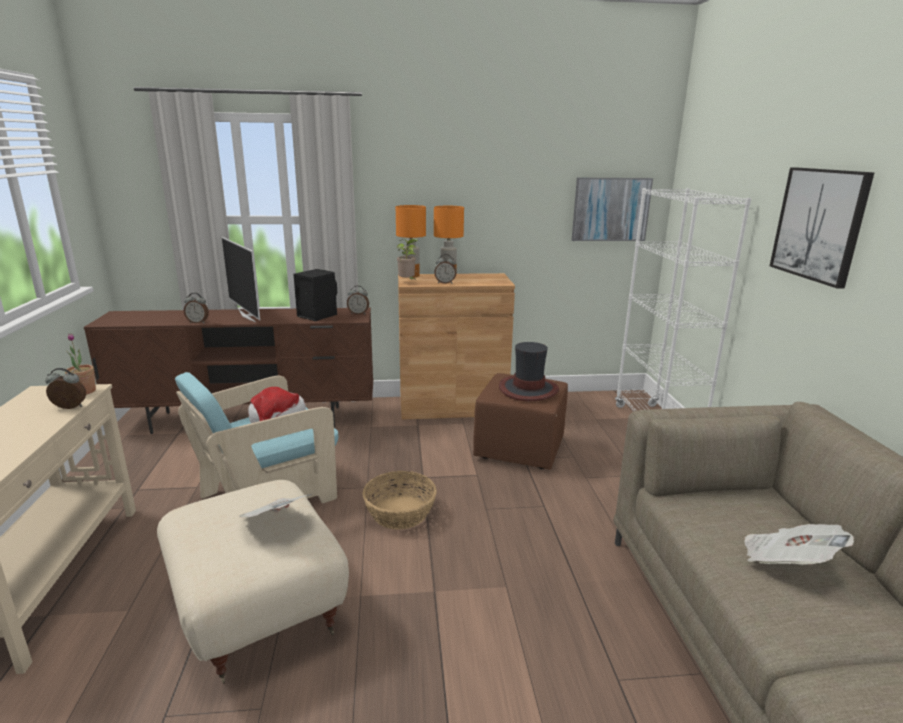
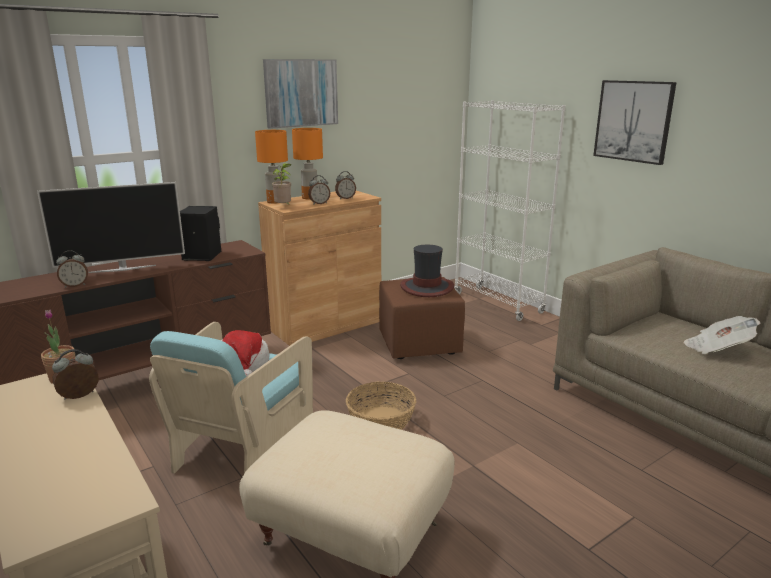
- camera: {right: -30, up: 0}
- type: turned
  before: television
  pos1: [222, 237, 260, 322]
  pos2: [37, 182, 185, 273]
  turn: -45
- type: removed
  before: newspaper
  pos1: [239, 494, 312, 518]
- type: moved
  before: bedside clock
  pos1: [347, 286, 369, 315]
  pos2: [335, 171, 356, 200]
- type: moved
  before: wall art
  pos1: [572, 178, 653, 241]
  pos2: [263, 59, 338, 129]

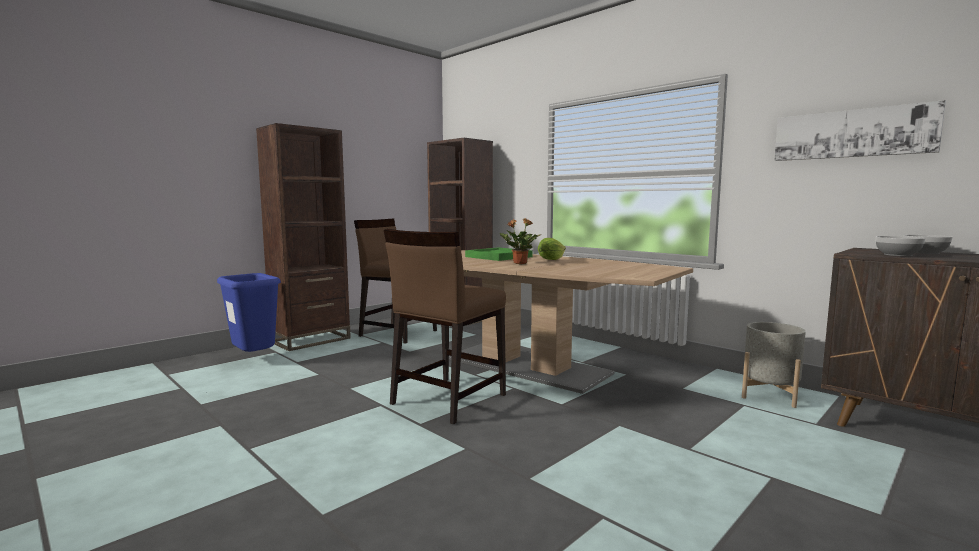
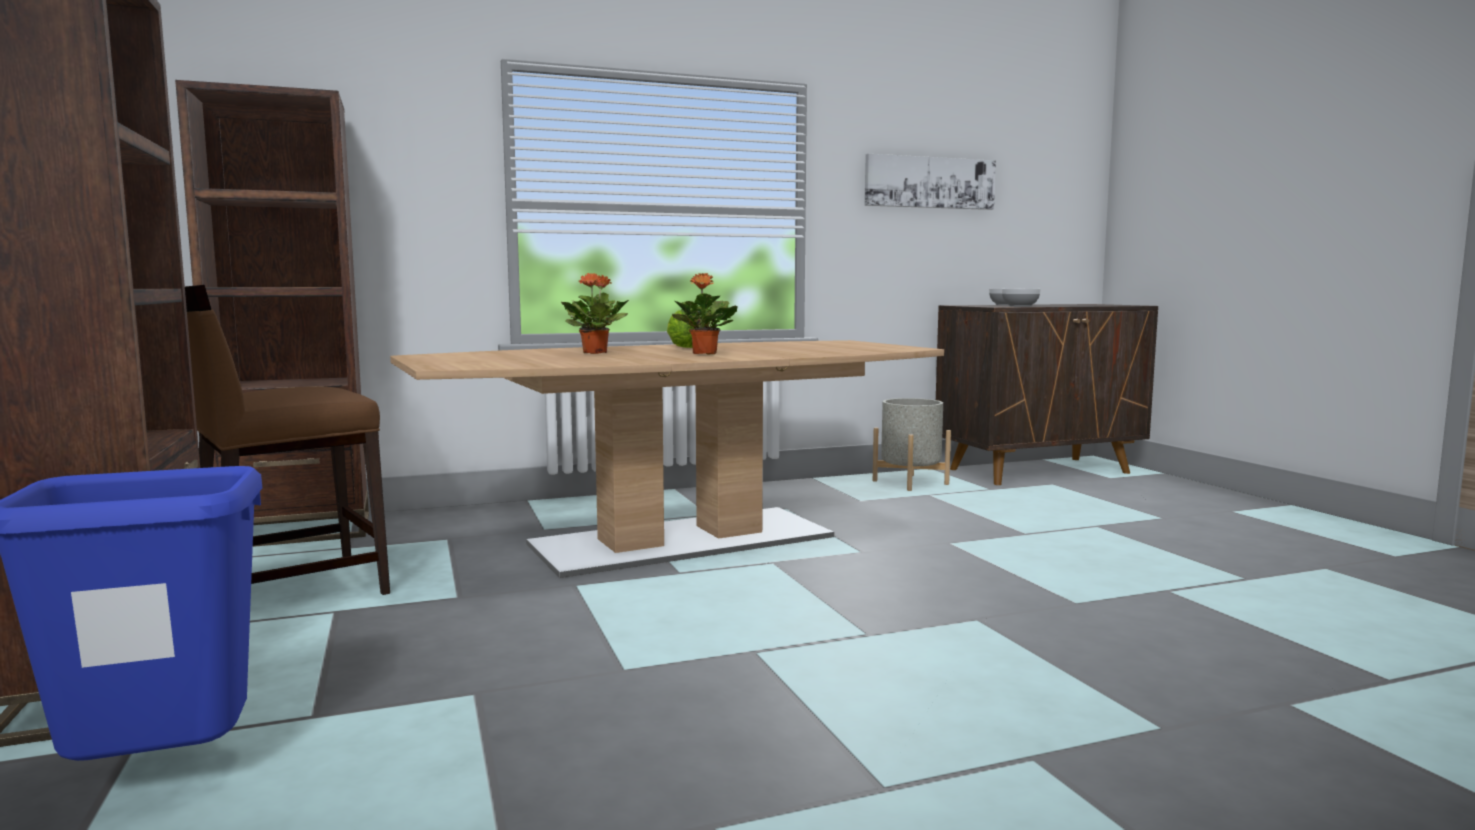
- camera: {right: -65, up: 0}
- type: removed
  before: plain chair/brownish
  pos1: [384, 229, 506, 425]
- type: replaced
  before: carrying tray/greenish
  after: houseplant
  pos1: [465, 247, 532, 261]
  pos2: [561, 273, 629, 354]

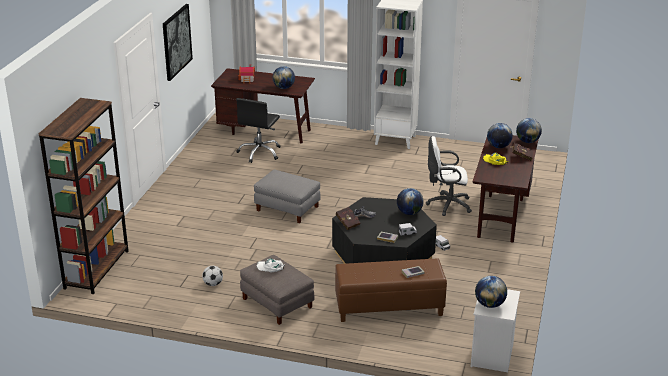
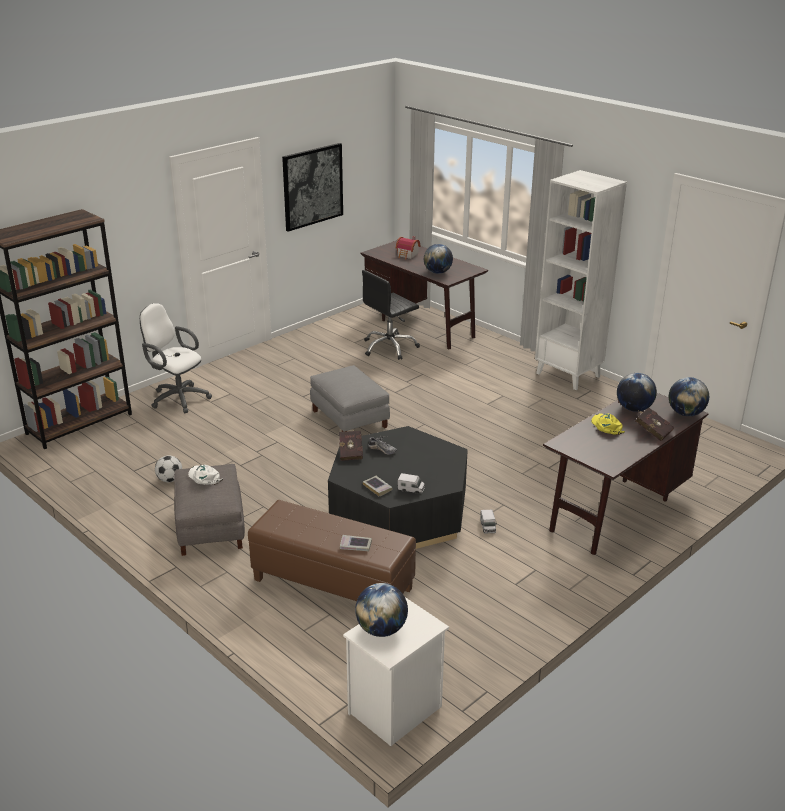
- camera: {right: 30, up: 0}
- type: removed
  before: desk globe
  pos1: [397, 188, 424, 215]
- type: moved
  before: desk chair/white
  pos1: [426, 136, 472, 216]
  pos2: [140, 303, 212, 413]

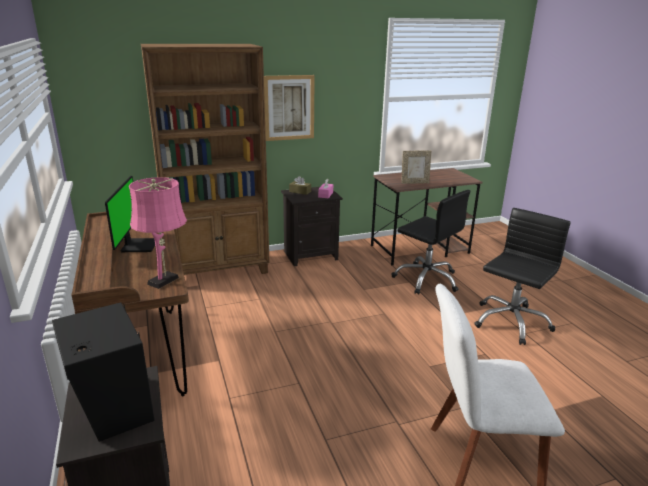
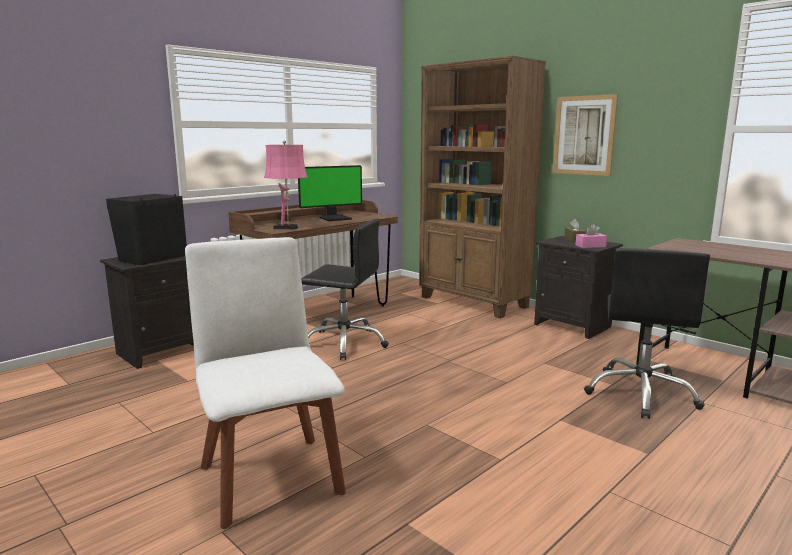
- camera: {right: 65, up: -10}
- type: removed
  before: photo frame
  pos1: [401, 150, 431, 184]
- type: moved
  before: desk chair/blackish
  pos1: [474, 208, 571, 345]
  pos2: [301, 218, 389, 360]

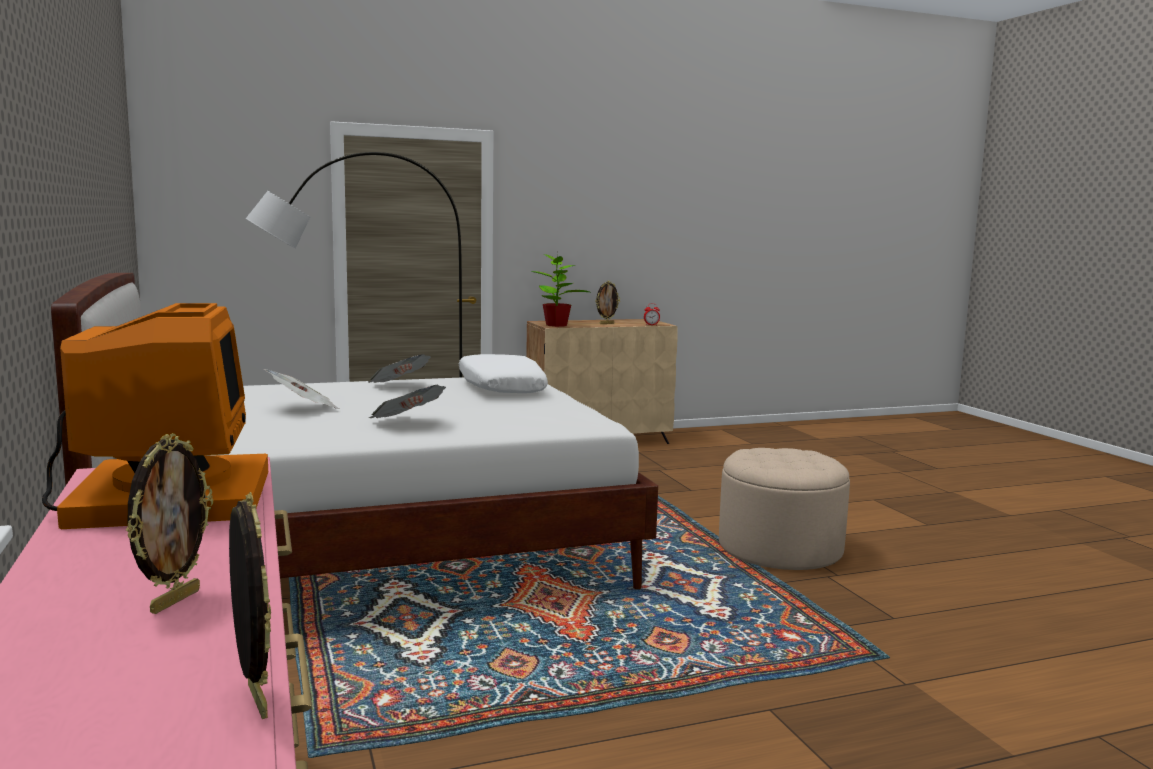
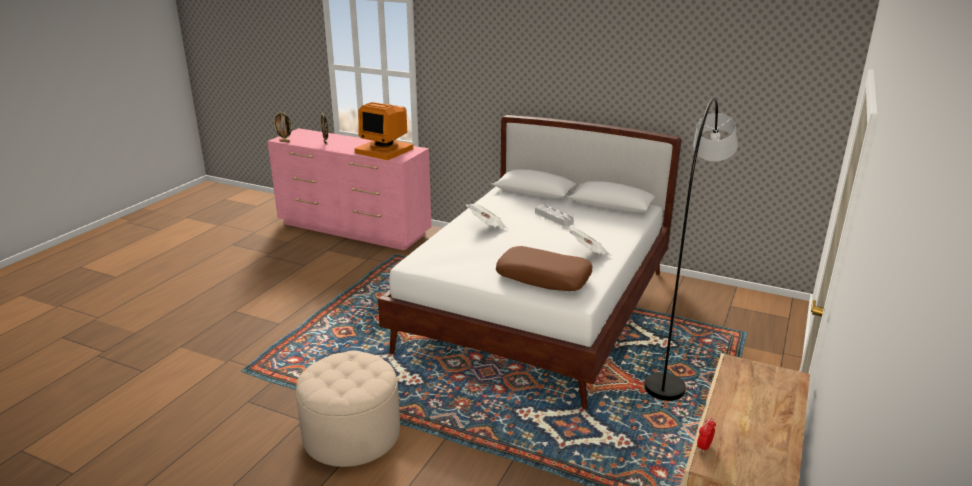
- camera: {right: 135, up: 15}
- type: replaced
  before: newspaper
  after: carrying tray/gray
  pos1: [264, 369, 340, 409]
  pos2: [535, 204, 574, 226]
- type: recoloured
  before: pillow/white
  after: pillow/brownish
  pos1: [458, 354, 548, 393]
  pos2: [496, 246, 592, 291]
- type: removed
  before: houseplant
  pos1: [530, 253, 589, 327]
- type: removed
  before: photo frame
  pos1: [596, 281, 620, 324]

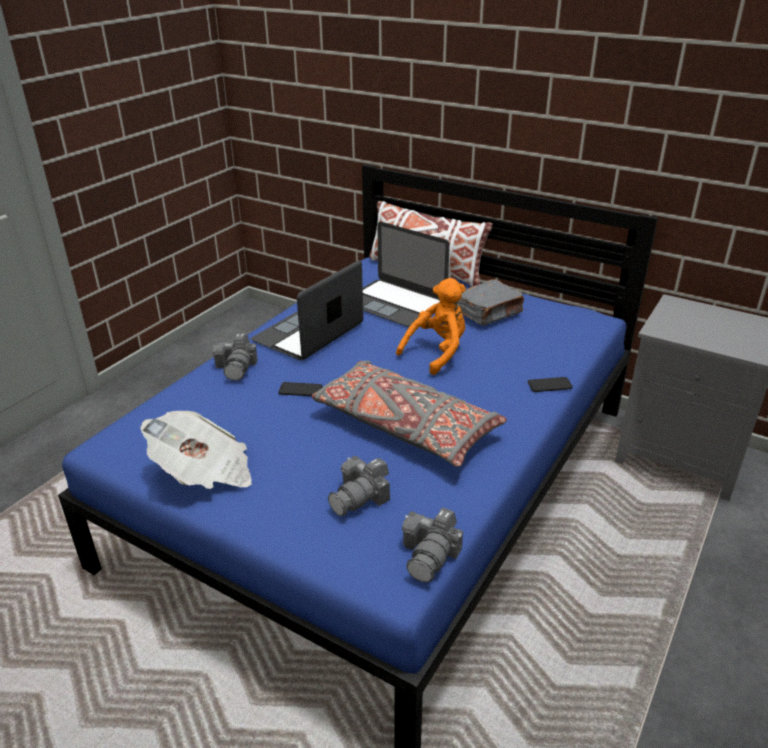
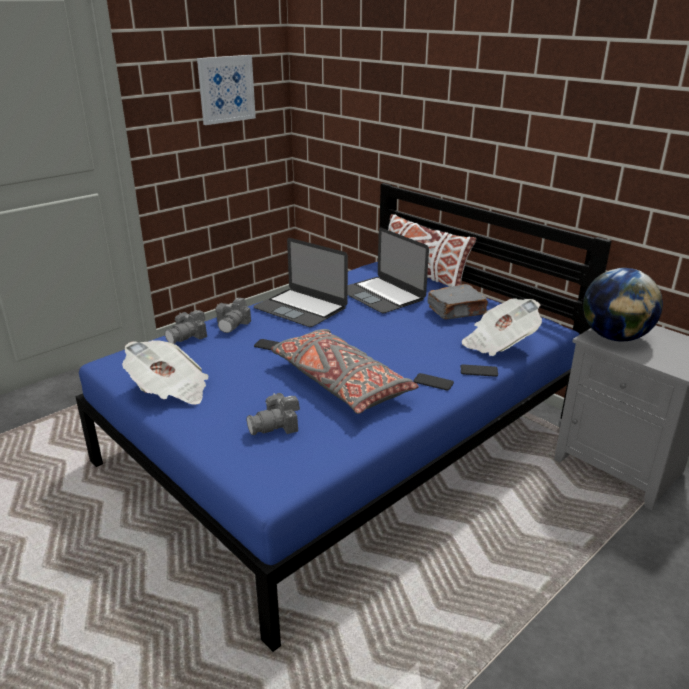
- camera: {right: 15, up: -5}
- type: turned
  before: portable computer
  pos1: [251, 260, 363, 360]
  pos2: [253, 238, 348, 327]
  turn: -105
- type: removed
  before: plush toy/orange-coloured
  pos1: [396, 278, 466, 375]
- type: moved
  before: photo camera
  pos1: [402, 508, 463, 583]
  pos2: [165, 310, 207, 344]
- type: added
  after: wall art
  pos2: [197, 55, 256, 125]
- type: added
  after: telephone
  pos2: [413, 373, 454, 390]
- type: added
  after: newspaper
  pos2: [462, 298, 542, 356]
- type: added
  after: desk globe
  pos2: [583, 268, 663, 341]

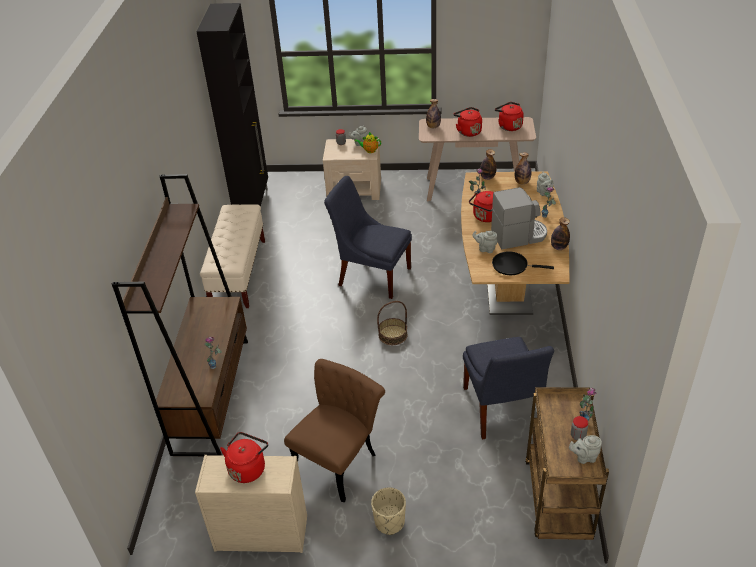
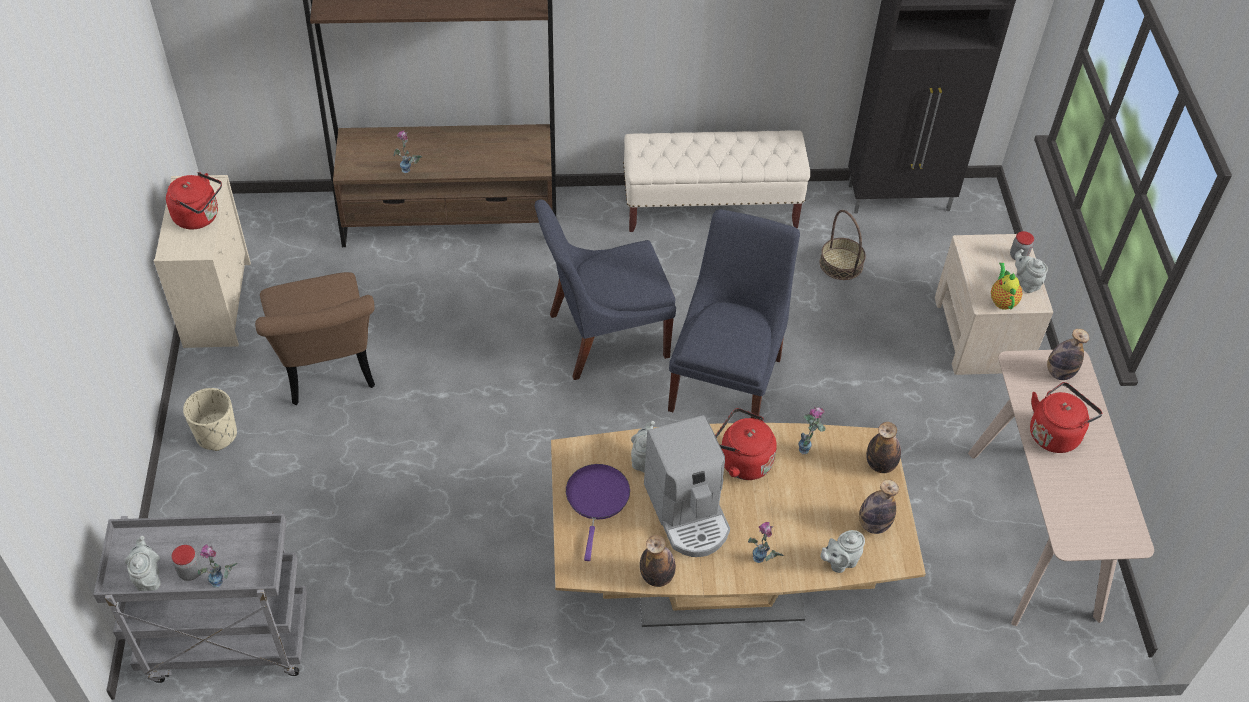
- camera: {right: 80, up: 10}
- type: turned
  before: plain chair/brownish
  pos1: [284, 359, 385, 502]
  pos2: [255, 272, 375, 405]
  turn: 45
- type: moved
  before: household basket
  pos1: [377, 301, 408, 345]
  pos2: [819, 210, 866, 280]
- type: moved
  before: plain chair/bluish
  pos1: [463, 337, 554, 439]
  pos2: [535, 199, 676, 380]
- type: recoloured
  before: skillet/blackish
  after: skillet/purple-coloured
  pos1: [492, 251, 554, 275]
  pos2: [566, 464, 630, 561]
- type: removed
  before: tea kettle/red
  pos1: [495, 102, 524, 131]
- type: recoloured
  before: cart/brownish
  after: cart/gray
  pos1: [525, 387, 609, 540]
  pos2: [93, 511, 307, 683]

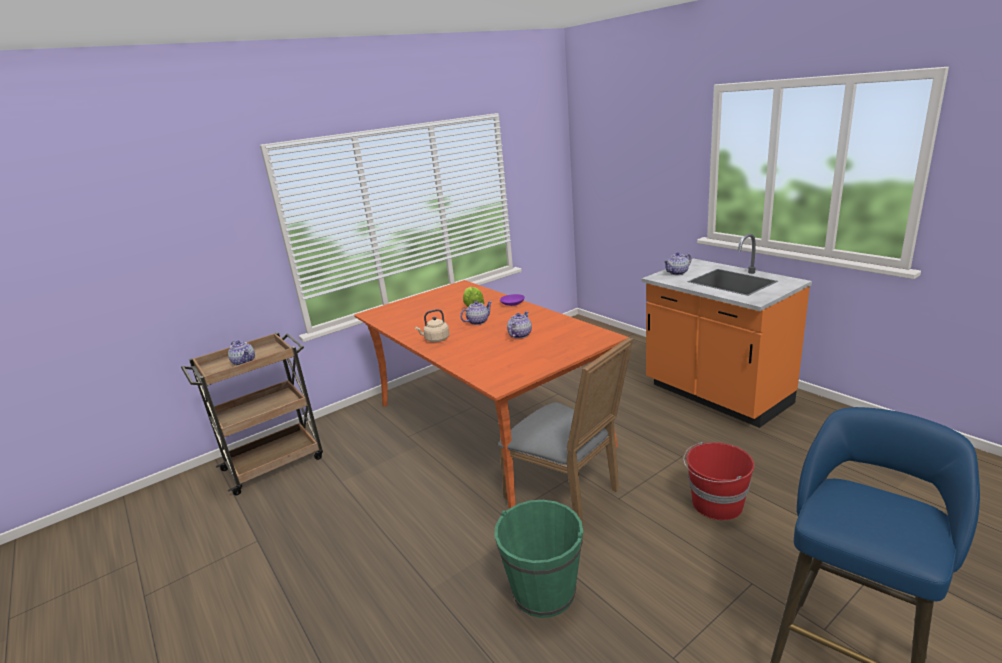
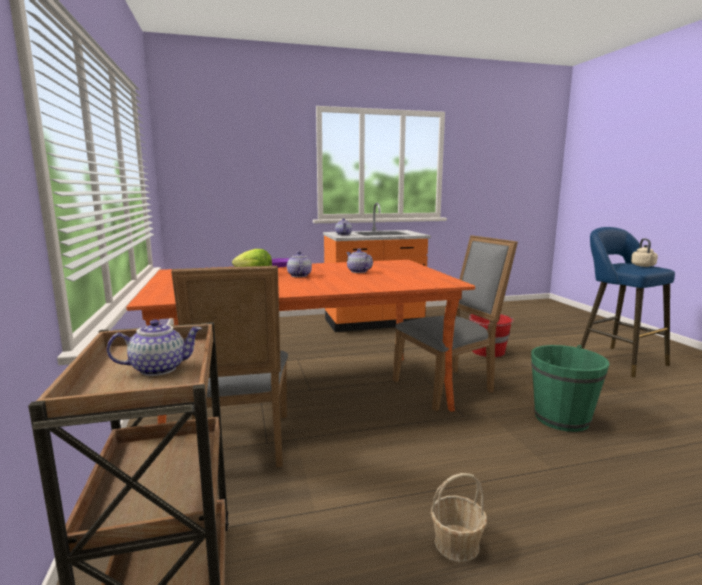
- camera: {right: -70, up: -10}
- type: moved
  before: tea kettle/sand-coloured
  pos1: [415, 309, 450, 342]
  pos2: [631, 238, 658, 267]
- type: added
  after: plain chair/gray
  pos2: [171, 266, 288, 467]
- type: added
  after: household basket
  pos2: [431, 473, 487, 562]

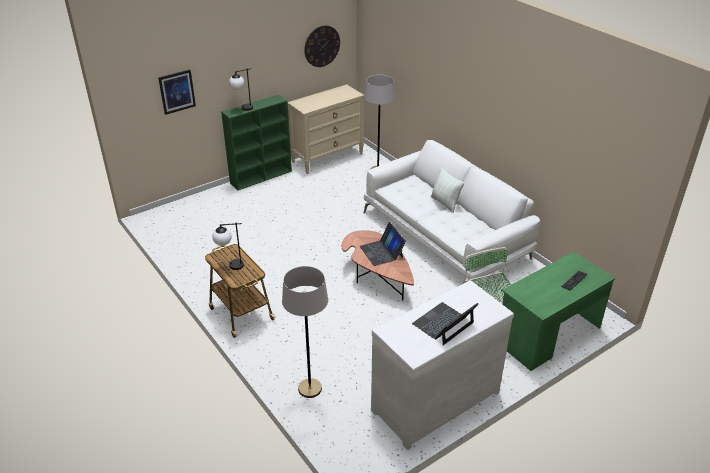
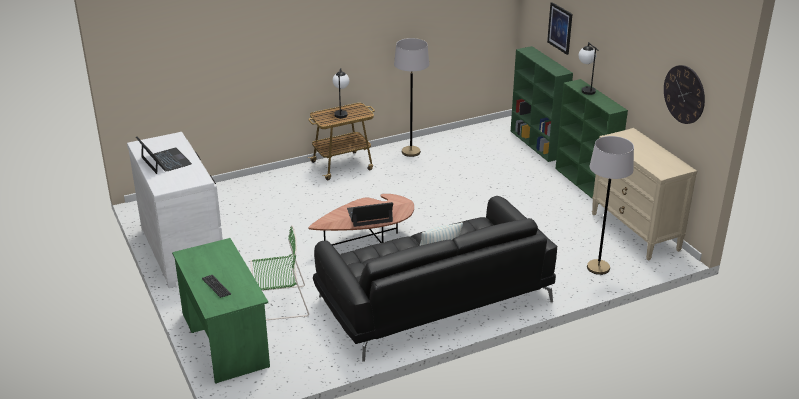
- camera: {right: 100, up: -5}
- type: moved
  before: standing lamp/gray
  pos1: [282, 266, 328, 398]
  pos2: [394, 38, 429, 157]
- type: recoloured
  before: settee/white
  after: settee/blackish
  pos1: [364, 140, 540, 281]
  pos2: [313, 196, 557, 362]
- type: added
  after: shelving unit/greenish
  pos2: [511, 46, 573, 162]

